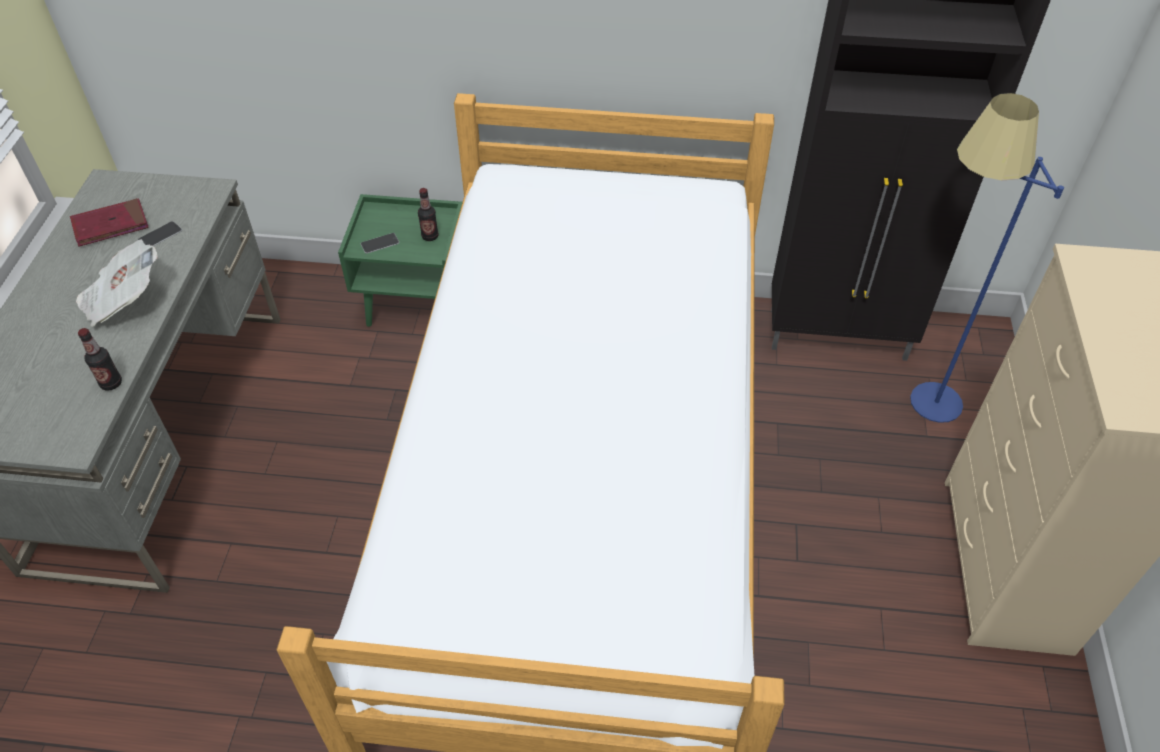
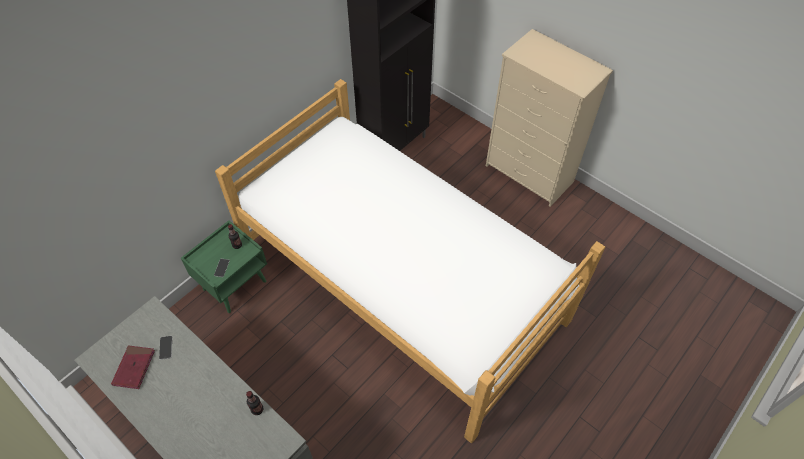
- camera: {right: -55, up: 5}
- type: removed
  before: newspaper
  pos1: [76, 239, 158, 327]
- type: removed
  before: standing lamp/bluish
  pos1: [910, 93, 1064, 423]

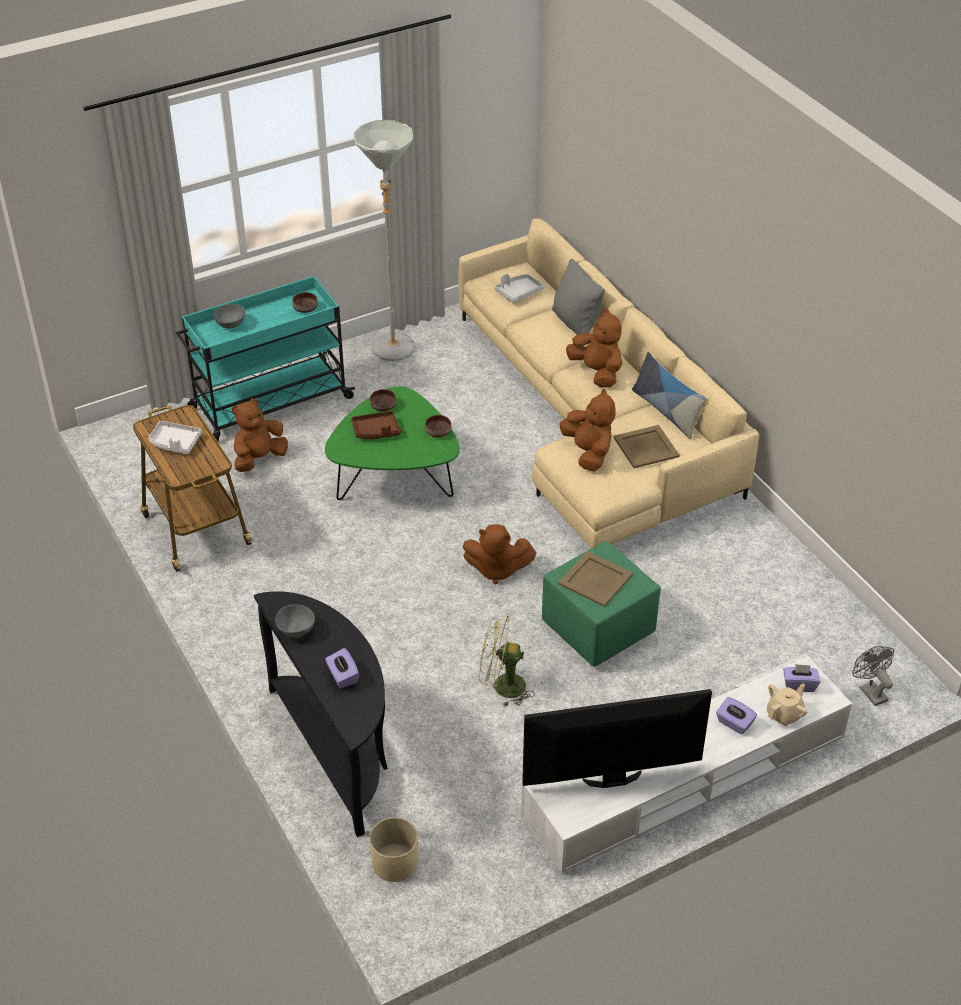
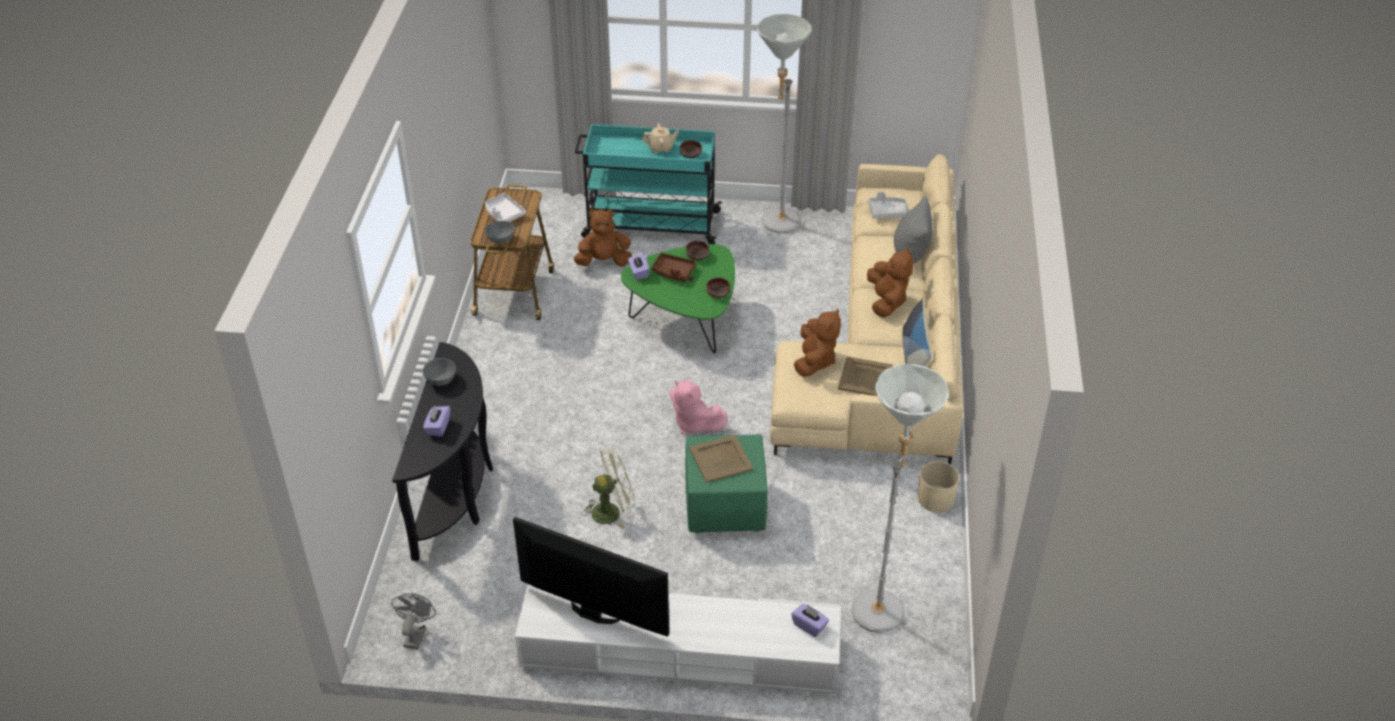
- camera: {right: 35, up: 0}
- type: moved
  before: serving bowl/gray
  pos1: [213, 304, 245, 329]
  pos2: [485, 221, 515, 244]
- type: moved
  before: flower pot/sand-coloured
  pos1: [369, 817, 418, 882]
  pos2: [917, 461, 959, 512]
- type: recoloured
  before: plush toy/brownish
  after: plush toy/pinkish
  pos1: [462, 524, 536, 584]
  pos2: [670, 380, 727, 434]
- type: turned
  before: cooling fan/greenish
  pos1: [479, 616, 535, 706]
  pos2: [582, 448, 635, 529]
  turn: 120
- type: moved
  before: tissue box/purple-coloured
  pos1: [716, 697, 757, 735]
  pos2: [628, 253, 650, 280]
- type: moved
  before: teapot/sand-coloured
  pos1: [767, 683, 807, 726]
  pos2: [642, 123, 679, 153]
- type: moved
  before: cooling fan/gray
  pos1: [852, 646, 894, 706]
  pos2: [391, 593, 436, 649]
- type: added
  after: standing lamp/gray
  pos2: [852, 364, 949, 633]

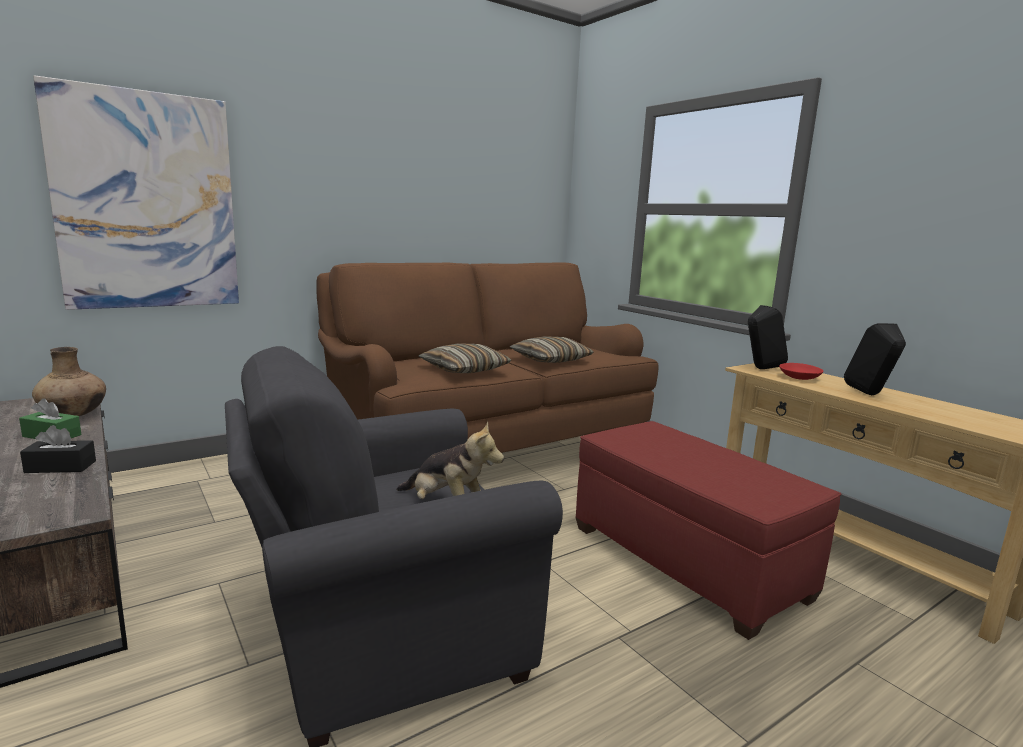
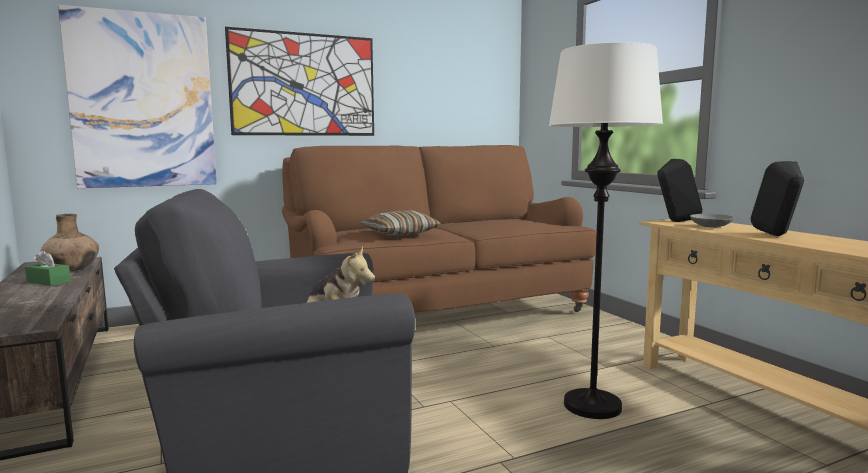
- camera: {right: 10, up: -5}
- type: removed
  before: tissue box/blackish
  pos1: [20, 425, 96, 473]
- type: removed
  before: pillow
  pos1: [510, 336, 594, 363]
- type: replaced
  before: footrest/red
  after: standing lamp/white
  pos1: [576, 421, 841, 640]
  pos2: [549, 42, 664, 419]
- type: recoloured
  before: serving bowl/red
  after: serving bowl/gray
  pos1: [779, 363, 823, 380]
  pos2: [690, 214, 734, 228]
- type: added
  after: wall art
  pos2: [225, 27, 374, 136]

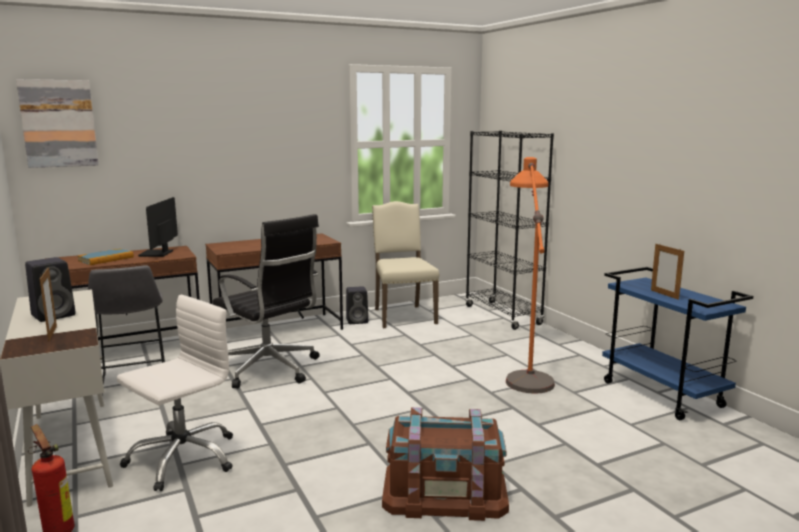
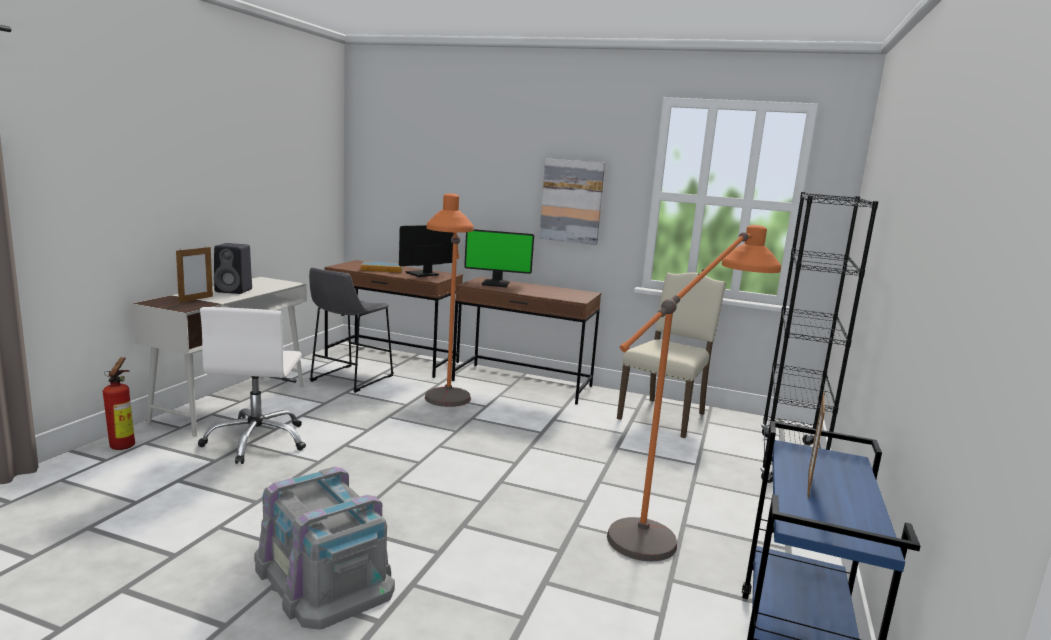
- camera: {right: 45, up: 0}
- type: moved
  before: wall art
  pos1: [16, 79, 98, 168]
  pos2: [539, 158, 605, 245]
- type: turned
  before: desk chair/white
  pos1: [117, 295, 233, 491]
  pos2: [198, 307, 306, 464]
  turn: 90
- type: replaced
  before: desk chair/blackish
  after: standing lamp/orange-coloured
  pos1: [213, 214, 320, 388]
  pos2: [425, 193, 473, 407]
- type: removed
  before: speaker/blackish
  pos1: [346, 286, 368, 324]
- type: recoloured
  before: storage box/brownish
  after: storage box/gray
  pos1: [382, 407, 509, 521]
  pos2: [255, 467, 395, 630]
- type: added
  after: computer display
  pos2: [464, 229, 534, 287]

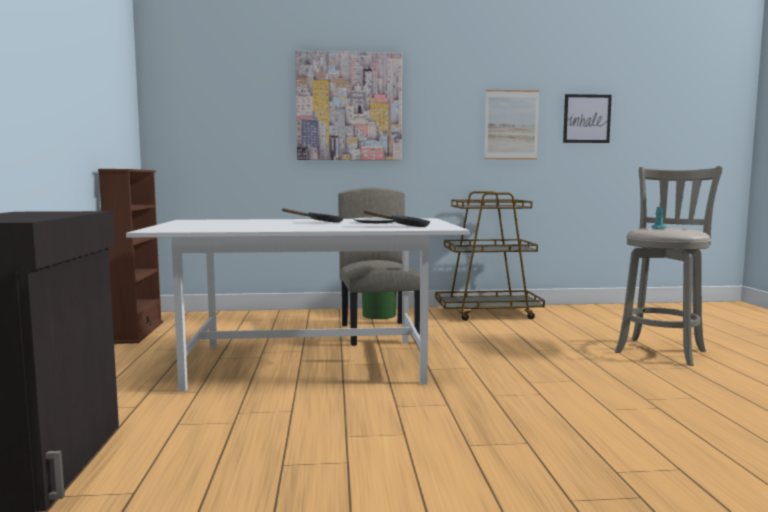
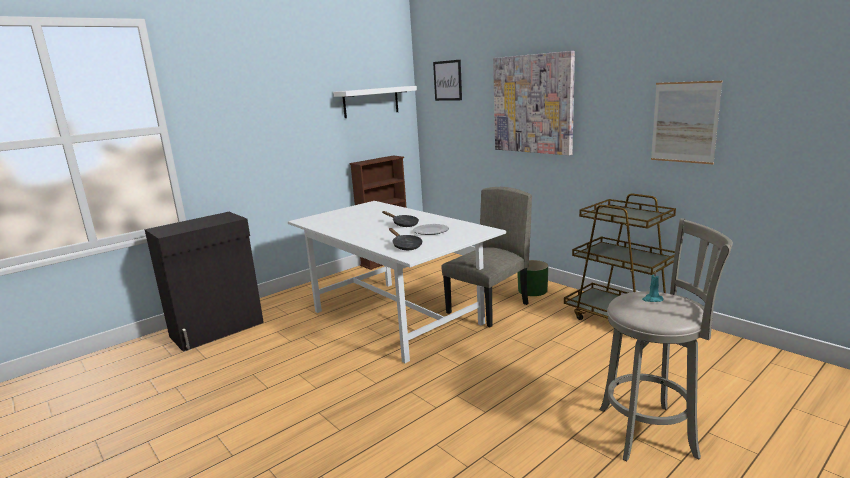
- camera: {right: 55, up: 10}
- type: moved
  before: wall art
  pos1: [563, 94, 612, 143]
  pos2: [433, 60, 462, 101]
- type: added
  after: shelf/white
  pos2: [333, 86, 417, 118]

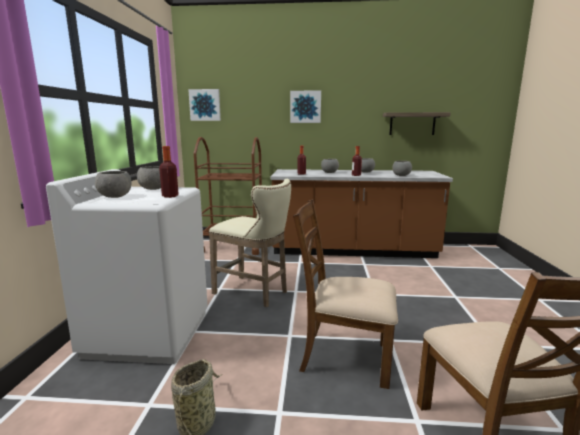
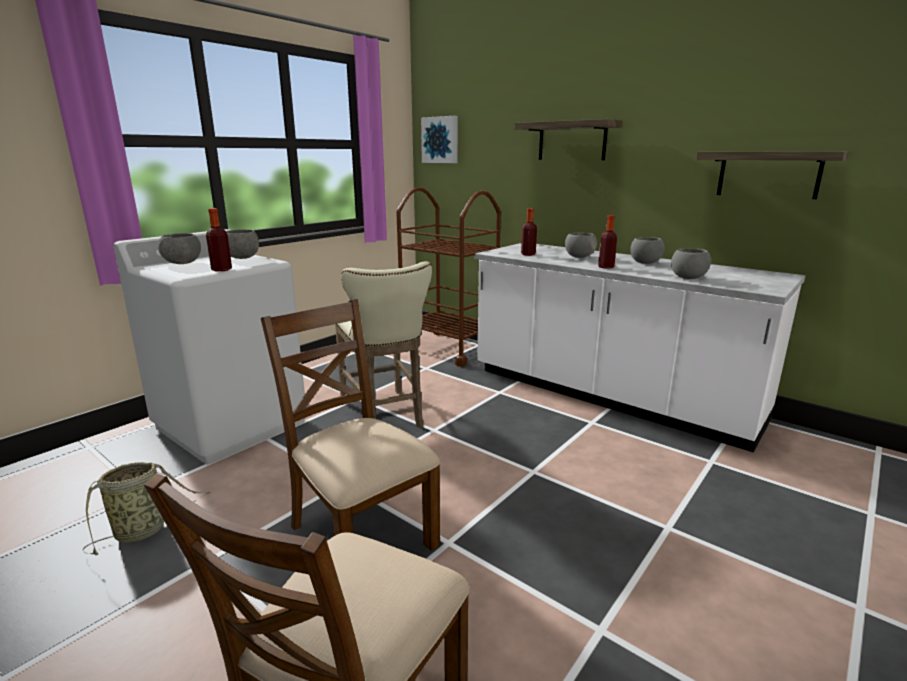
- camera: {right: 35, up: 5}
- type: recoloured
  before: counter/brownish
  after: counter/white
  pos1: [271, 169, 453, 258]
  pos2: [475, 243, 805, 452]
- type: replaced
  before: wall art
  after: shelf
  pos1: [290, 90, 321, 123]
  pos2: [514, 119, 622, 160]

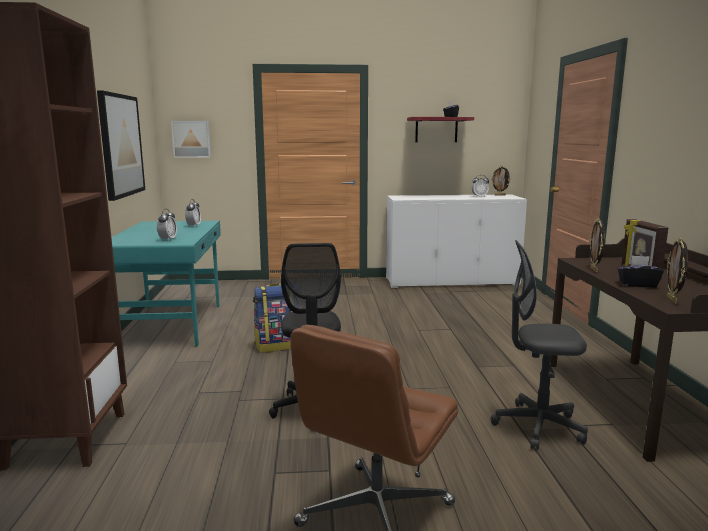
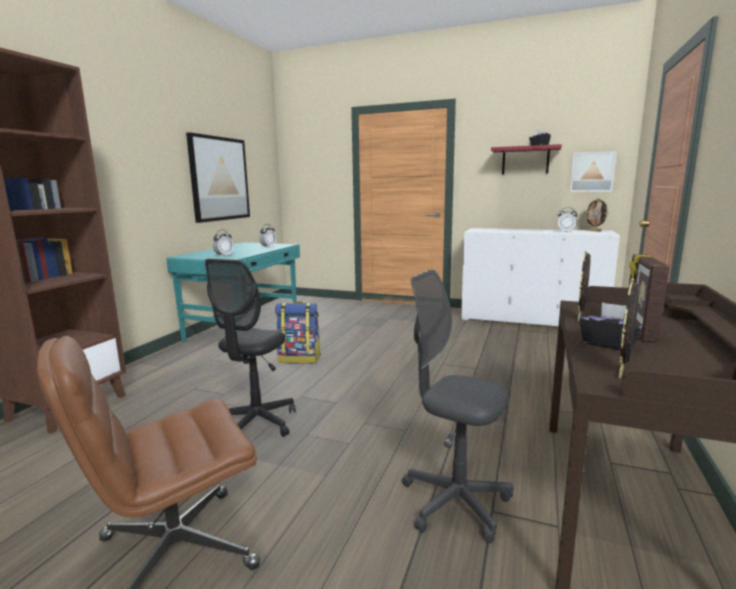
- camera: {right: 25, up: 0}
- type: moved
  before: wall art
  pos1: [171, 121, 211, 158]
  pos2: [570, 151, 616, 192]

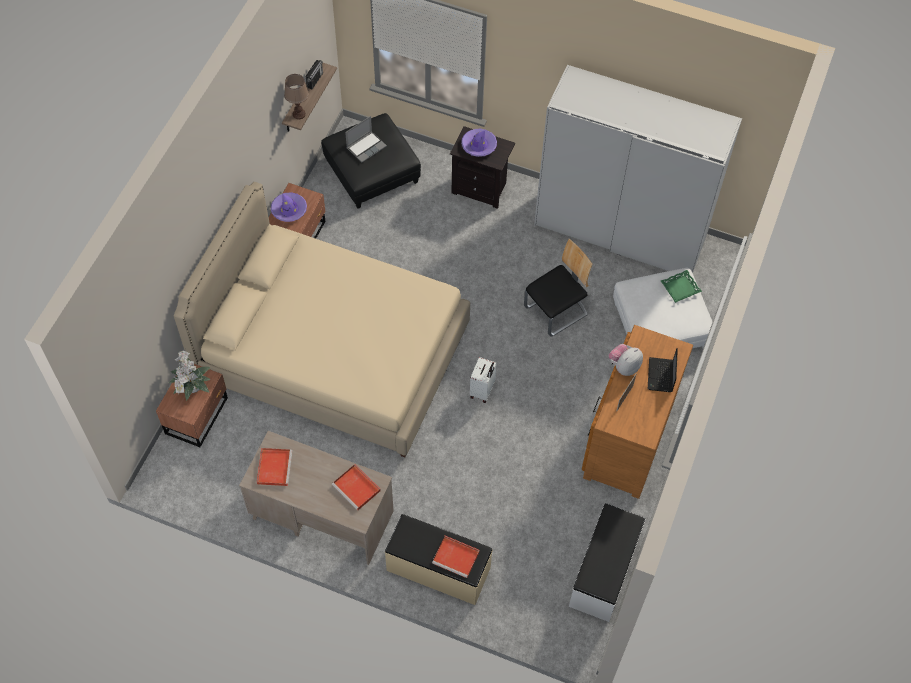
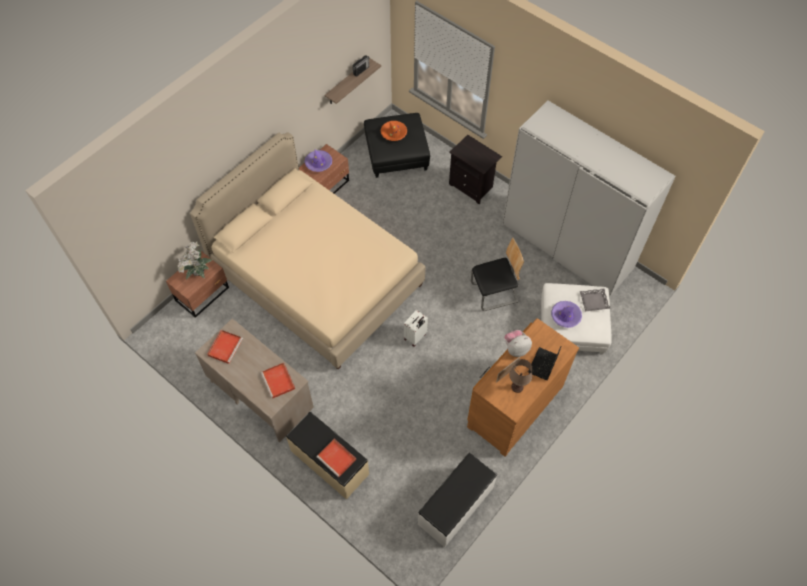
- camera: {right: 20, up: 0}
- type: moved
  before: tabletop lamp/brownish
  pos1: [284, 74, 309, 119]
  pos2: [509, 359, 532, 393]
- type: replaced
  before: portable computer
  after: hat/orange-coloured
  pos1: [345, 116, 387, 162]
  pos2: [381, 121, 407, 141]
- type: moved
  before: hat/purple-coloured
  pos1: [461, 129, 497, 157]
  pos2: [551, 301, 582, 328]
- type: recoloured
  before: carrying tray/greenish
  after: carrying tray/gray
  pos1: [661, 270, 702, 303]
  pos2: [580, 289, 610, 311]

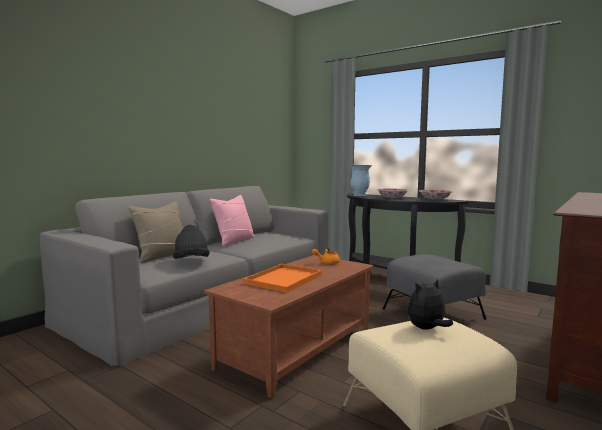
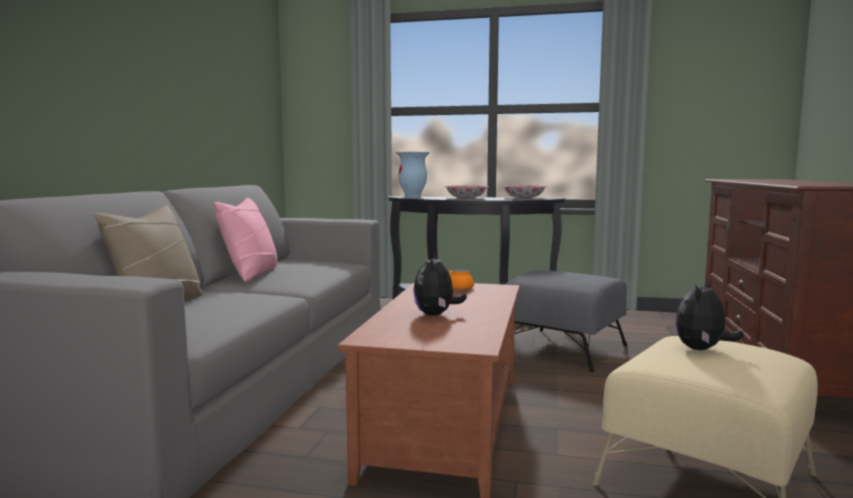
- camera: {right: -25, up: 0}
- type: removed
  before: hat/blackish
  pos1: [173, 225, 210, 259]
- type: replaced
  before: carrying tray/orange-coloured
  after: plush toy
  pos1: [243, 264, 322, 293]
  pos2: [413, 253, 467, 316]

